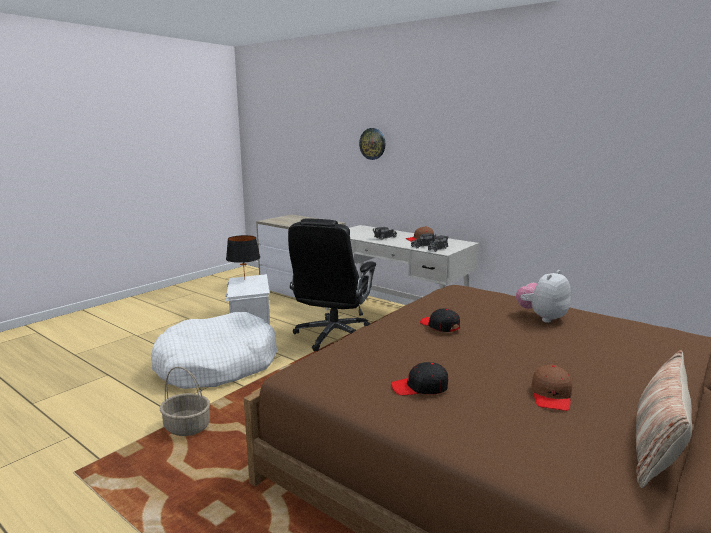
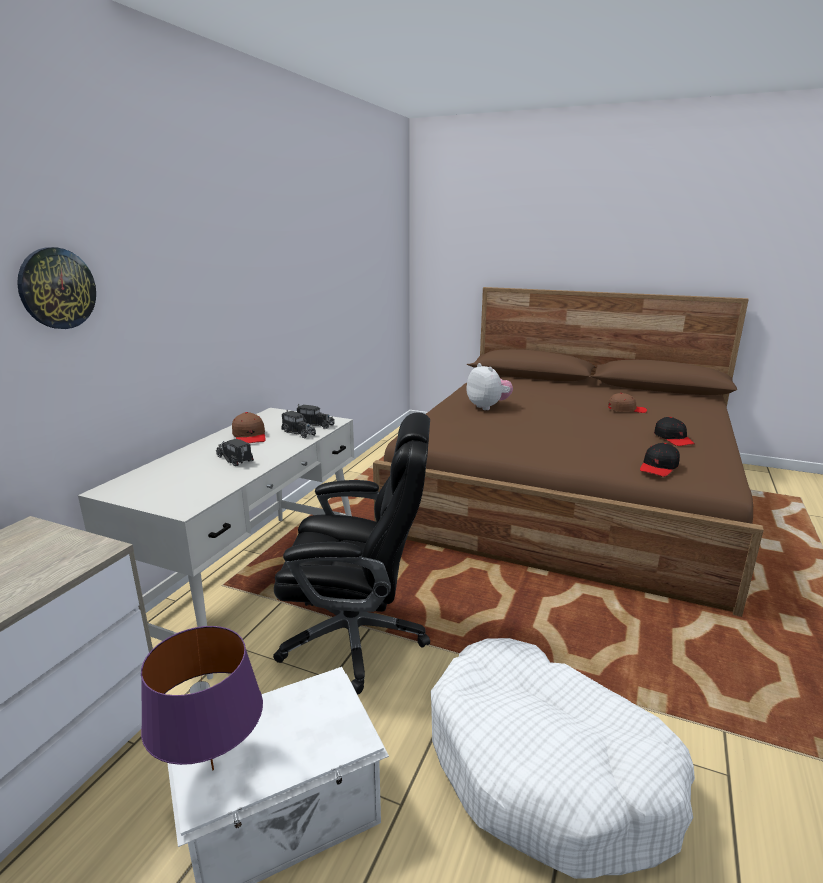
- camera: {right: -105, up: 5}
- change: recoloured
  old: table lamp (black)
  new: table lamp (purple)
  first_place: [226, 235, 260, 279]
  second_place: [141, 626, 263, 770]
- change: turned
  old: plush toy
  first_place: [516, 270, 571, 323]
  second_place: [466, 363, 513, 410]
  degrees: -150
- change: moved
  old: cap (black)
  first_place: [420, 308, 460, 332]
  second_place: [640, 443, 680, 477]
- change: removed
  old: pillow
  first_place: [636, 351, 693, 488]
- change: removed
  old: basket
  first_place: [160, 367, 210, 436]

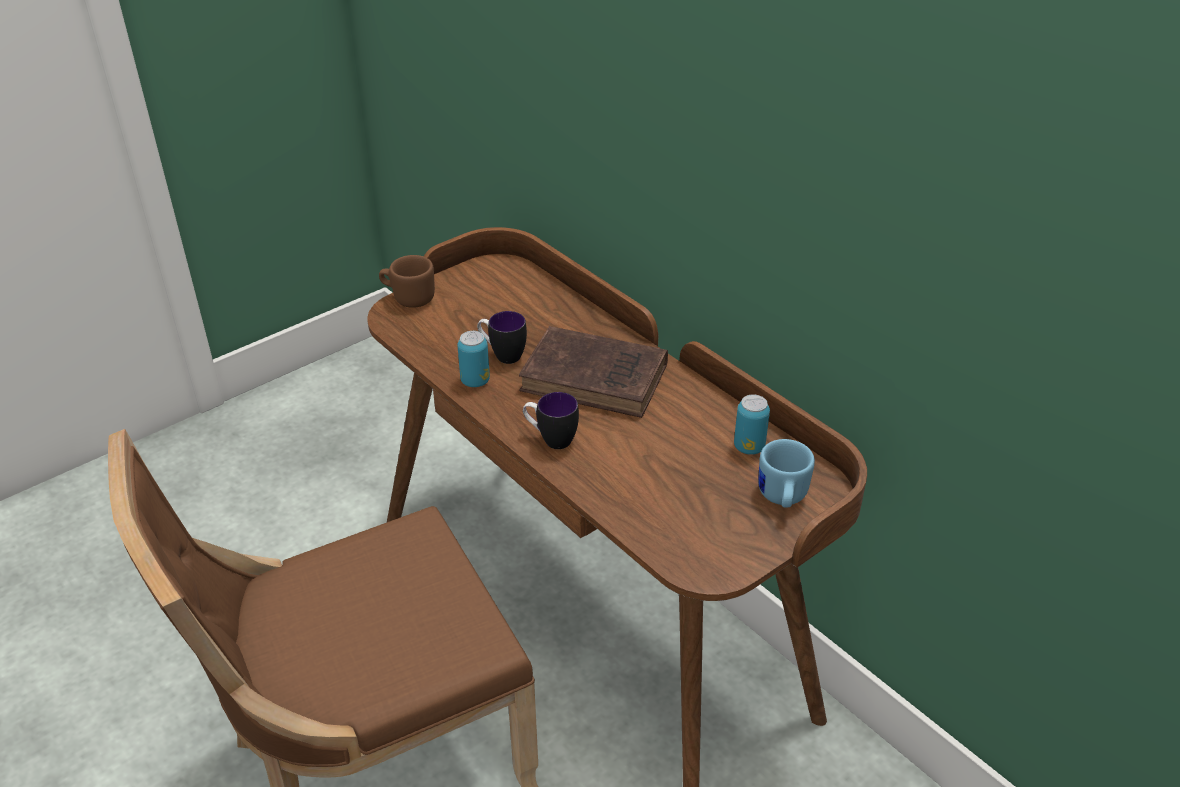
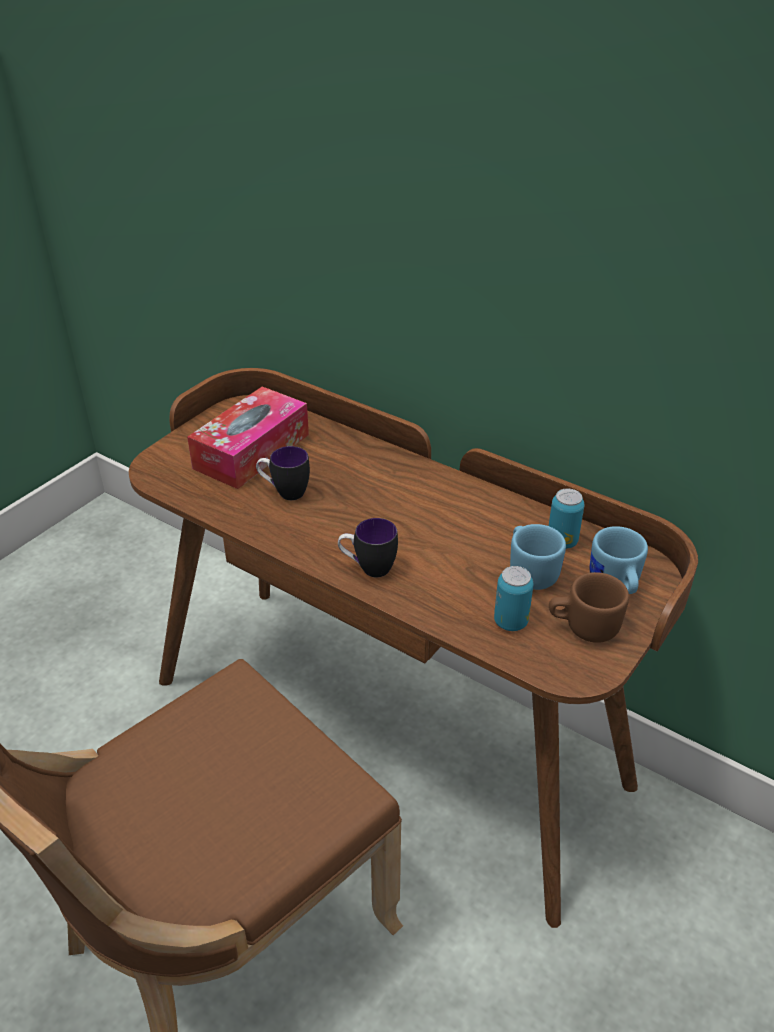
- camera: {right: -15, up: 0}
- change: moved
  old: mug (brown)
  first_place: [379, 255, 435, 308]
  second_place: [549, 572, 629, 643]
- change: removed
  old: book (brown)
  first_place: [519, 326, 668, 418]
- change: moved
  old: can
  first_place: [457, 331, 490, 387]
  second_place: [494, 566, 533, 631]
- change: added
  new: tissue box
  second_place: [187, 386, 309, 489]
- change: added
  new: mug (blue)
  second_place: [510, 524, 566, 590]

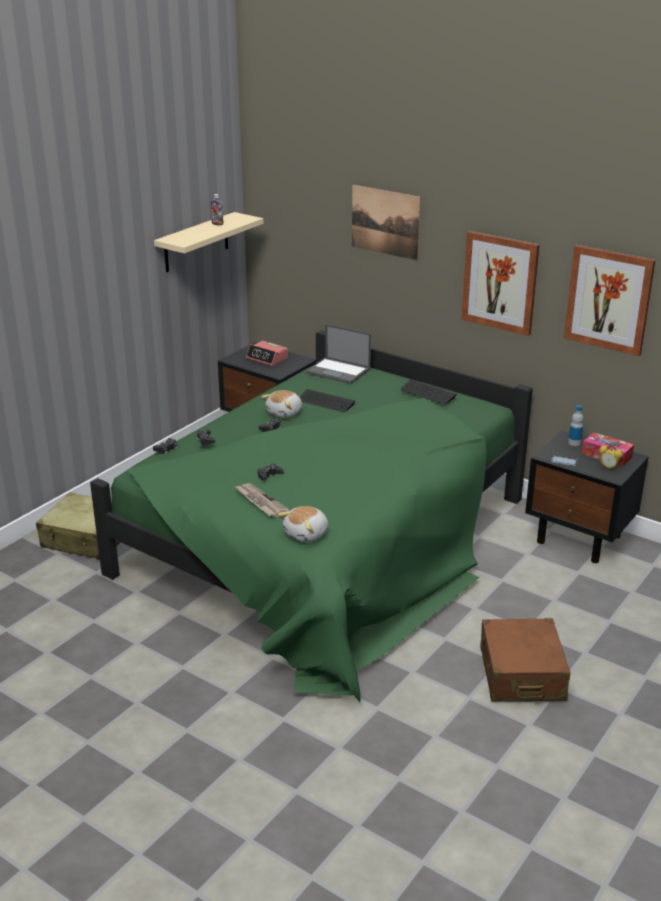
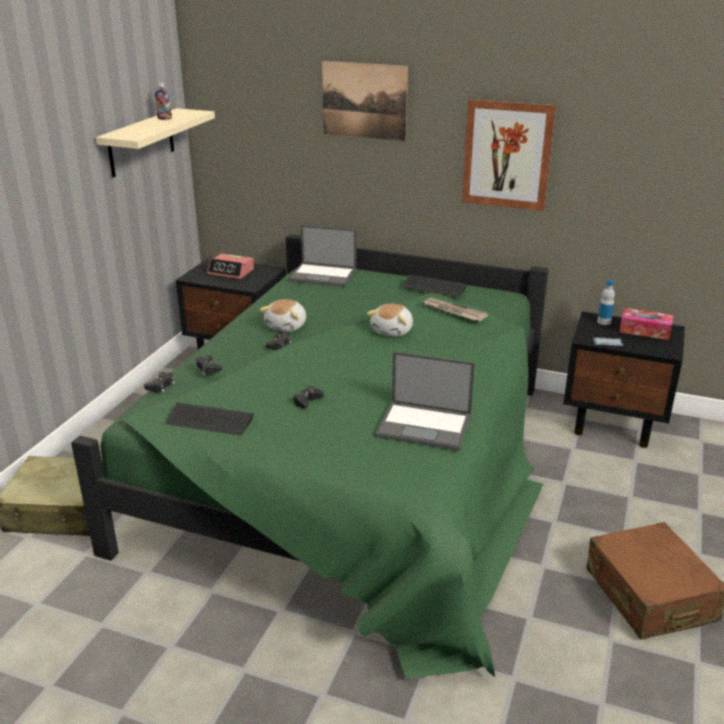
- camera: {right: -15, up: 0}
- change: removed
  old: picture
  first_place: [564, 245, 656, 356]
- change: moved
  old: keyboard
  first_place: [299, 389, 355, 412]
  second_place: [166, 403, 254, 435]
- change: removed
  old: alarm clock
  first_place: [599, 445, 623, 470]
- change: moved
  old: newspaper
  first_place: [234, 483, 290, 517]
  second_place: [423, 297, 488, 321]
- change: moved
  old: plush toy
  first_place: [278, 506, 328, 542]
  second_place: [367, 303, 413, 337]
- change: added
  new: laptop
  second_place: [375, 351, 475, 451]

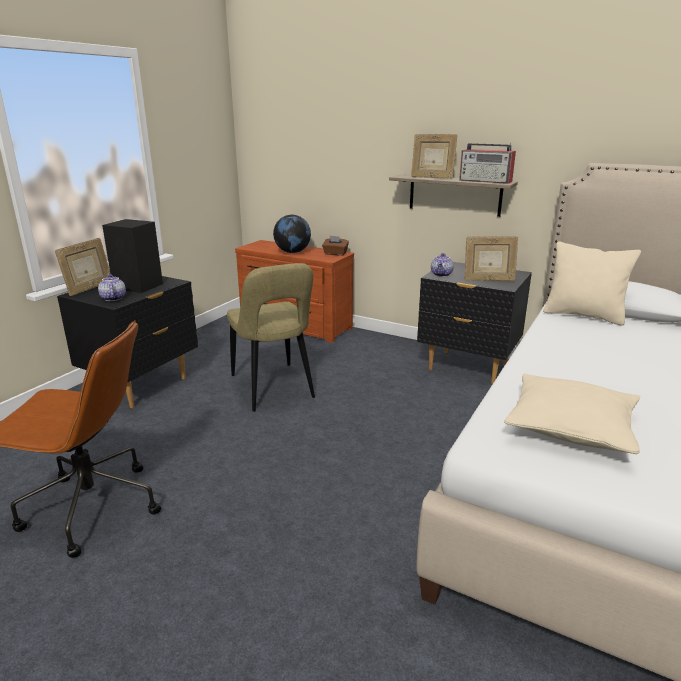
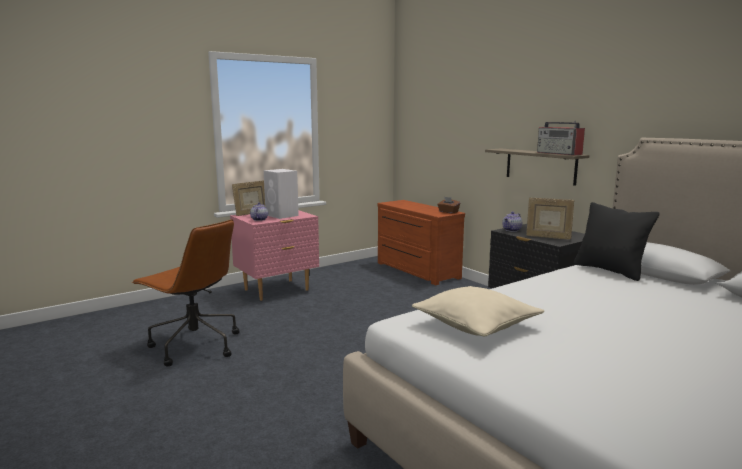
- camera: {right: 25, up: -10}
- change: removed
  old: picture frame
  first_place: [411, 134, 458, 179]
- change: removed
  old: globe
  first_place: [273, 215, 311, 253]
- change: recoloured
  old: speaker (black)
  new: speaker (white)
  first_place: [102, 219, 163, 293]
  second_place: [264, 169, 299, 219]
- change: recoloured
  old: pillow (beige)
  new: pillow (black)
  first_place: [543, 241, 641, 325]
  second_place: [574, 202, 660, 281]
- change: removed
  old: chair (beige)
  first_place: [227, 263, 315, 412]
- change: recoloured
  old: nightstand (black)
  new: nightstand (pink)
  first_place: [57, 276, 198, 408]
  second_place: [230, 210, 319, 301]

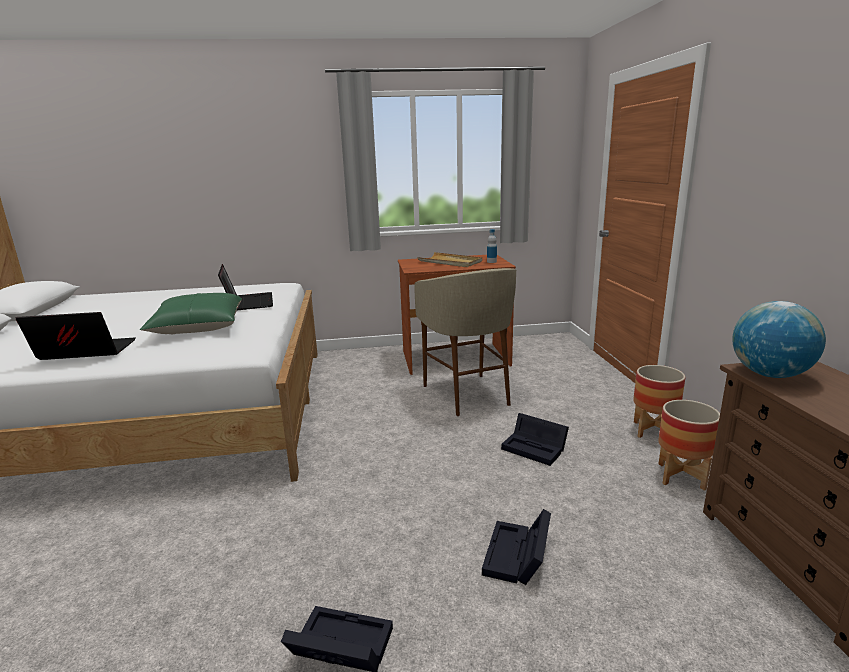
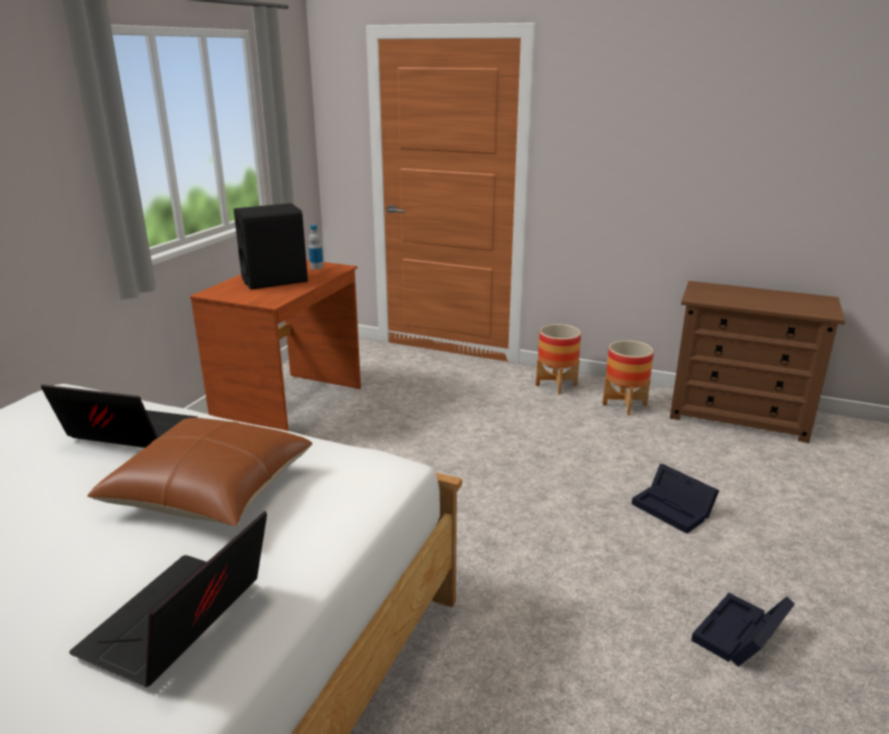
- camera: {right: -60, up: 5}
- change: replaced
  old: tray (beige)
  new: speaker (black)
  first_place: [417, 252, 482, 267]
  second_place: [234, 203, 308, 290]
- change: removed
  old: stool (beige)
  first_place: [414, 268, 516, 416]
- change: recoloured
  old: pillow (green)
  new: pillow (brown)
  first_place: [140, 293, 242, 334]
  second_place: [87, 418, 312, 526]
- change: removed
  old: globe
  first_place: [732, 301, 826, 378]
- change: removed
  old: storage box (black)
  first_place: [501, 413, 569, 466]

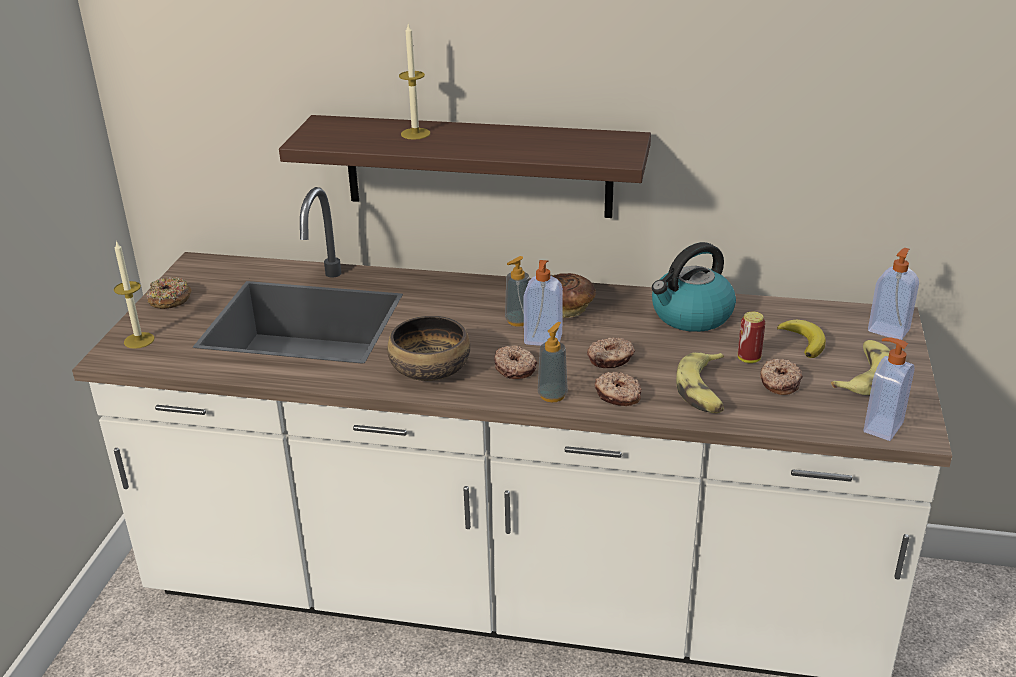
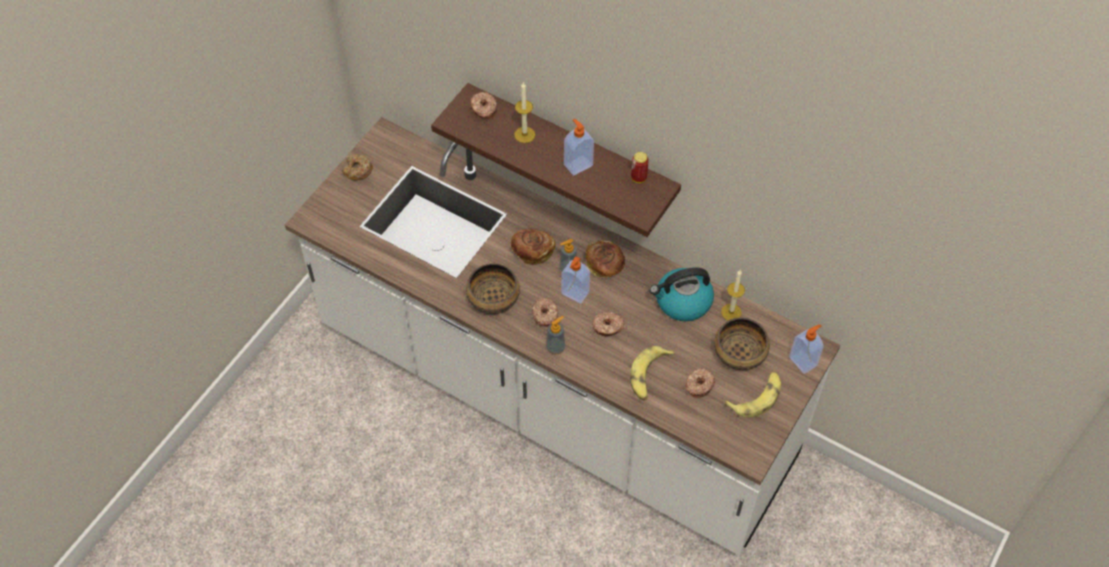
- camera: {right: 20, up: 25}
- change: moved
  old: candle
  first_place: [114, 241, 155, 349]
  second_place: [721, 270, 745, 320]
- change: moved
  old: can
  first_place: [738, 311, 765, 363]
  second_place: [631, 152, 649, 183]
- change: replaced
  old: banana
  new: bowl
  first_place: [777, 320, 826, 358]
  second_place: [714, 317, 770, 370]
- change: moved
  old: soap dispenser
  first_place: [864, 338, 915, 441]
  second_place: [564, 119, 594, 176]
- change: moved
  old: donut
  first_place: [594, 372, 642, 406]
  second_place: [470, 92, 497, 119]
- change: added
  new: bread
  second_place: [511, 229, 555, 265]

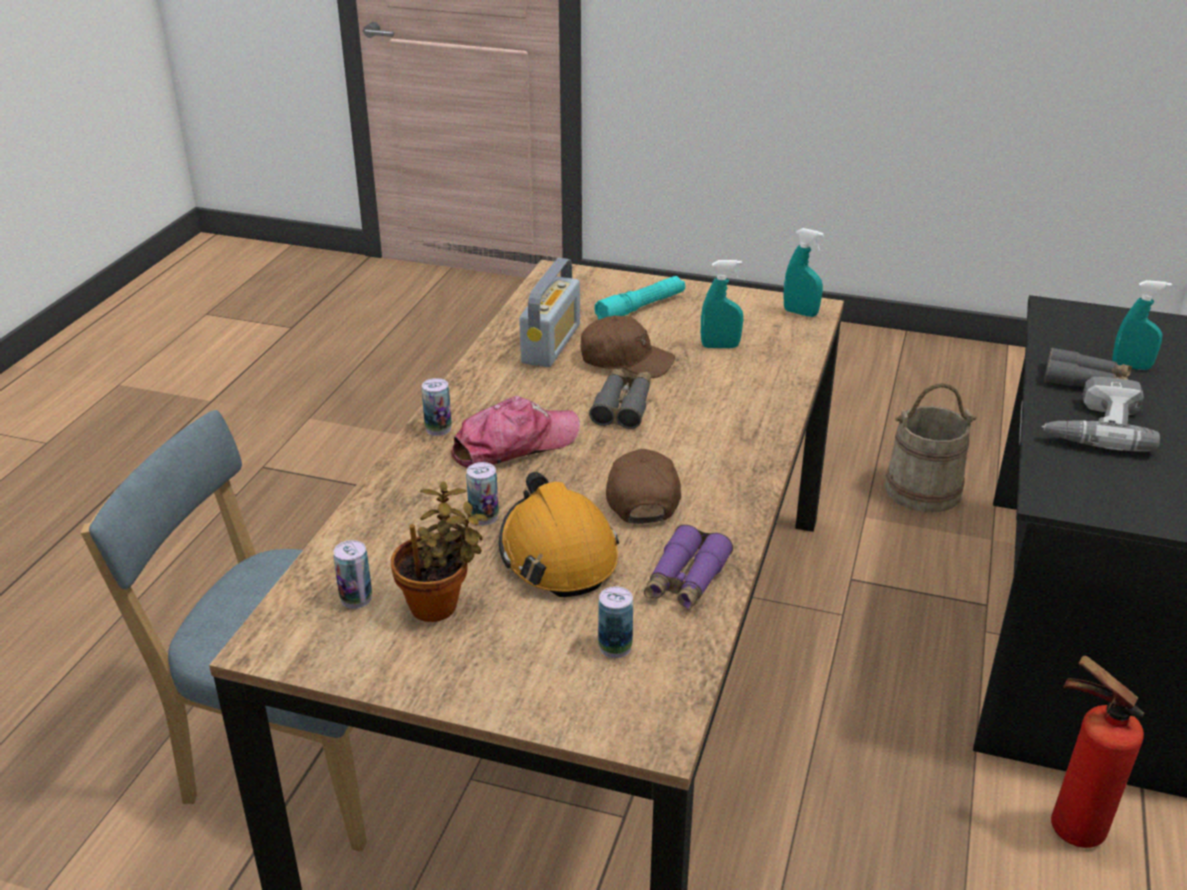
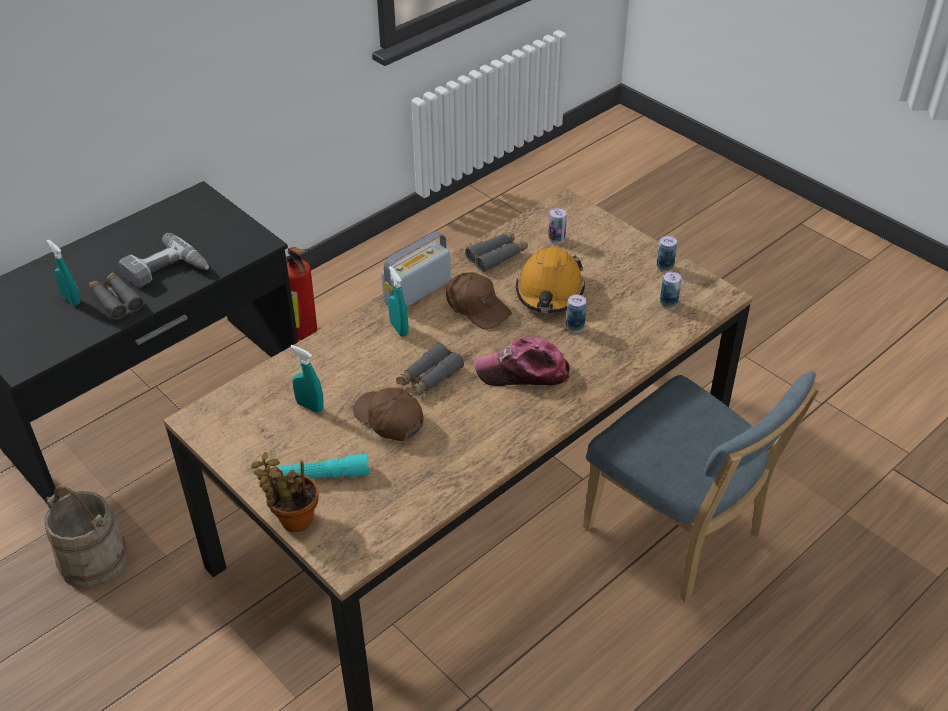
- camera: {right: -150, up: 10}
- change: moved
  old: spray bottle (turquoise)
  first_place: [784, 228, 824, 317]
  second_place: [388, 266, 409, 337]
- change: moved
  old: radio
  first_place: [519, 258, 580, 367]
  second_place: [381, 232, 451, 307]
- change: moved
  old: can
  first_place: [422, 378, 452, 436]
  second_place: [656, 236, 677, 273]
- change: turned
  old: cap (brown)
  first_place: [606, 449, 681, 524]
  second_place: [446, 272, 512, 330]
  degrees: -75
- change: moved
  old: potted plant
  first_place: [391, 481, 488, 622]
  second_place: [251, 452, 319, 532]
- change: recoloured
  old: binoculars (purple)
  new: binoculars (grey)
  first_place: [644, 524, 733, 610]
  second_place: [465, 231, 528, 272]

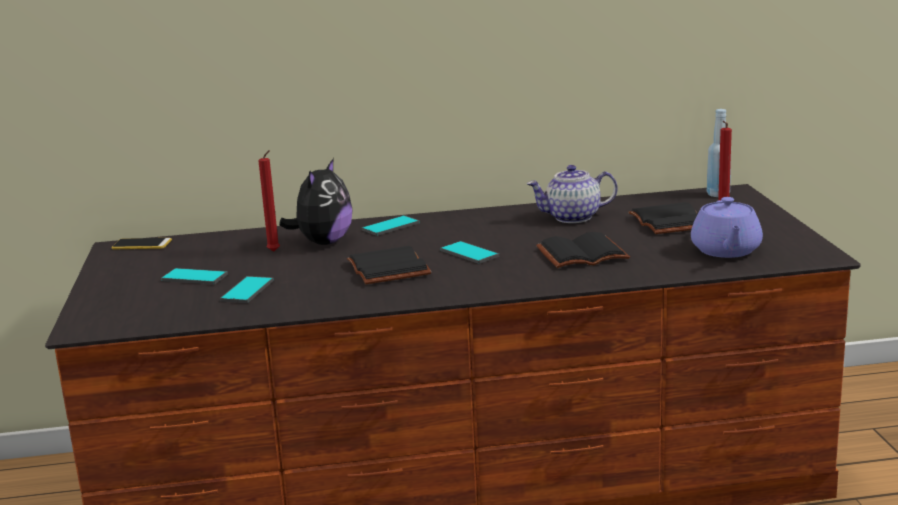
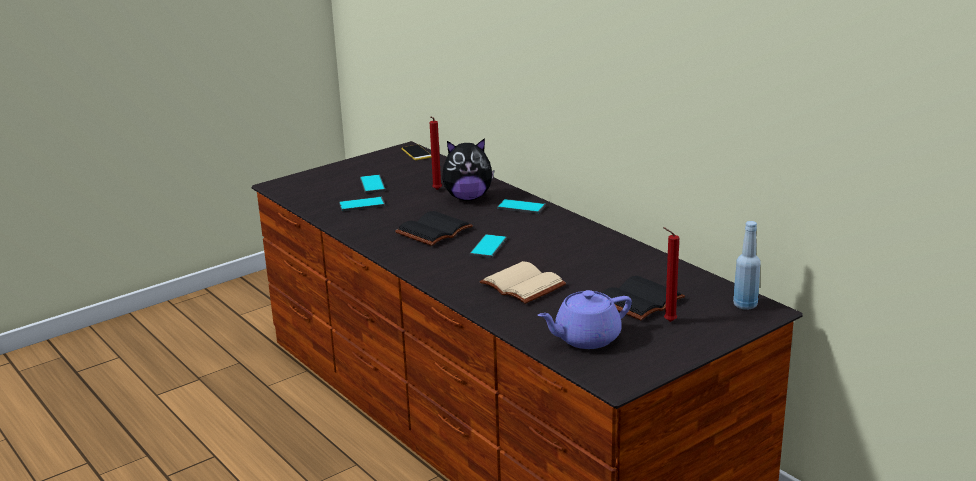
- camera: {right: 60, up: 5}
- change: removed
  old: teapot
  first_place: [527, 165, 617, 223]
- change: recoloured
  old: book (black)
  new: book (beige)
  first_place: [536, 232, 630, 268]
  second_place: [479, 261, 566, 304]

